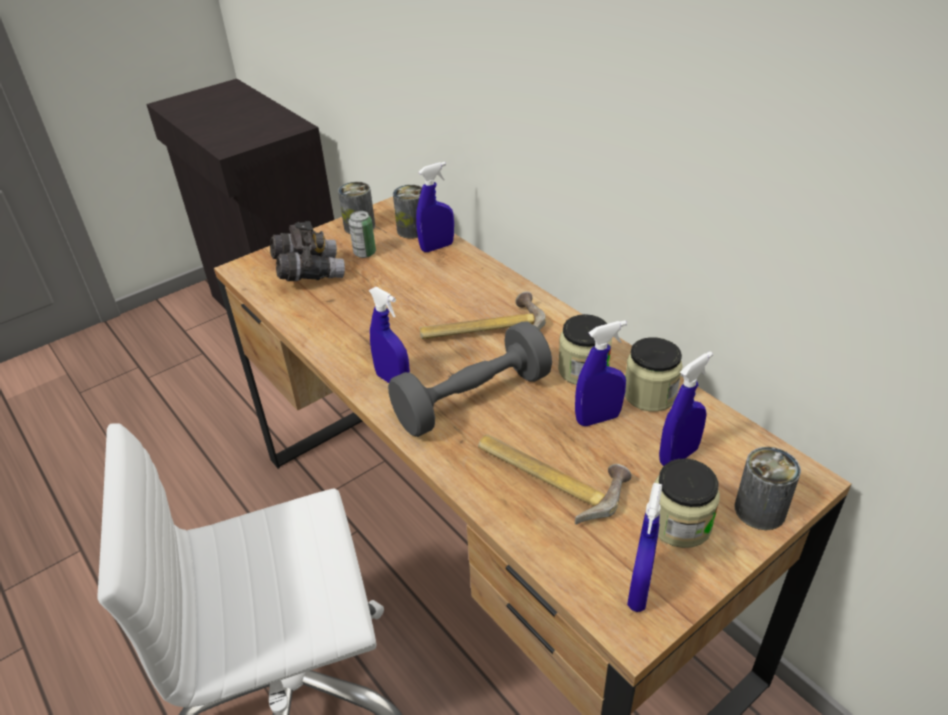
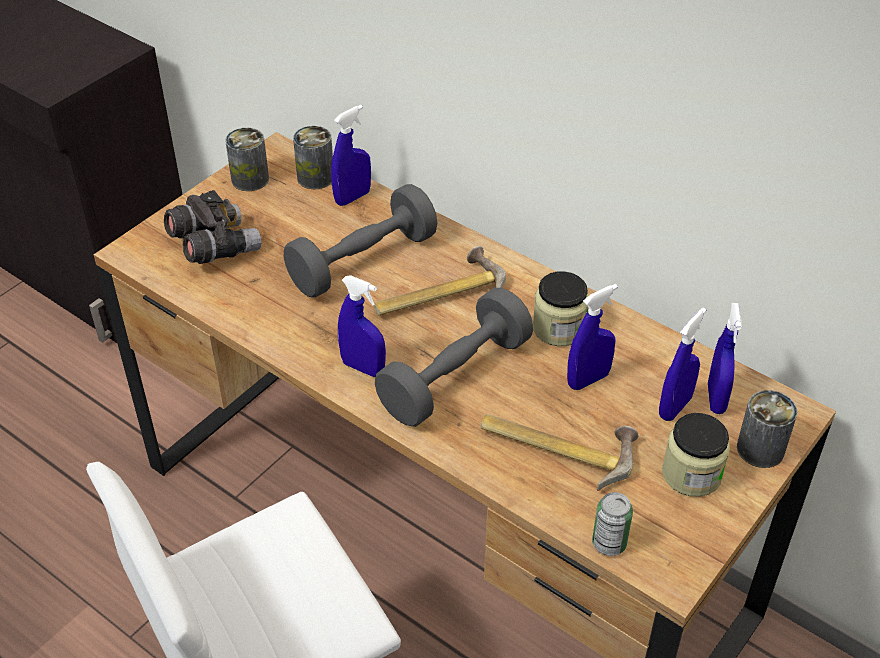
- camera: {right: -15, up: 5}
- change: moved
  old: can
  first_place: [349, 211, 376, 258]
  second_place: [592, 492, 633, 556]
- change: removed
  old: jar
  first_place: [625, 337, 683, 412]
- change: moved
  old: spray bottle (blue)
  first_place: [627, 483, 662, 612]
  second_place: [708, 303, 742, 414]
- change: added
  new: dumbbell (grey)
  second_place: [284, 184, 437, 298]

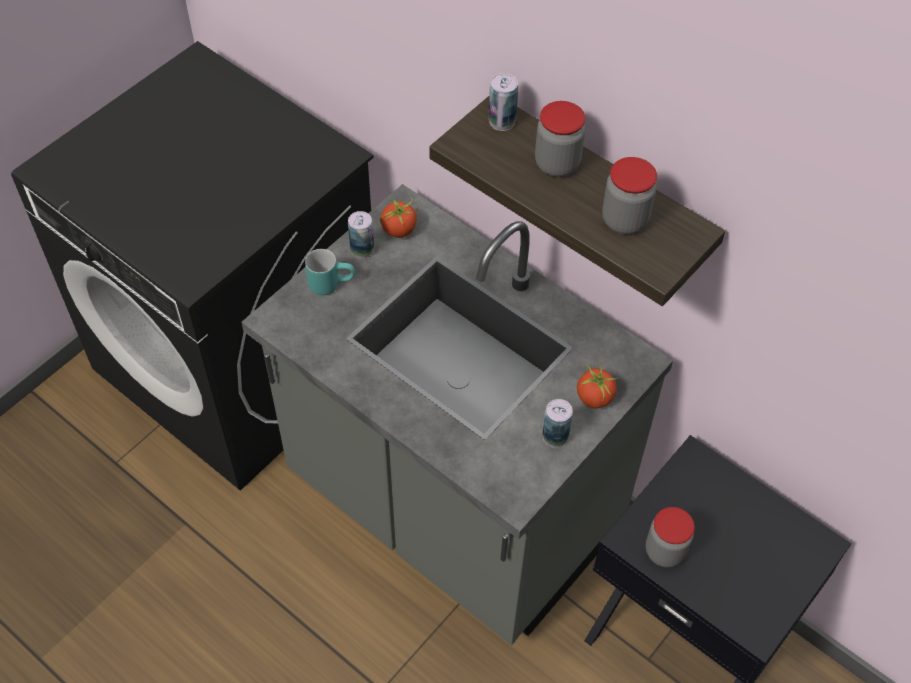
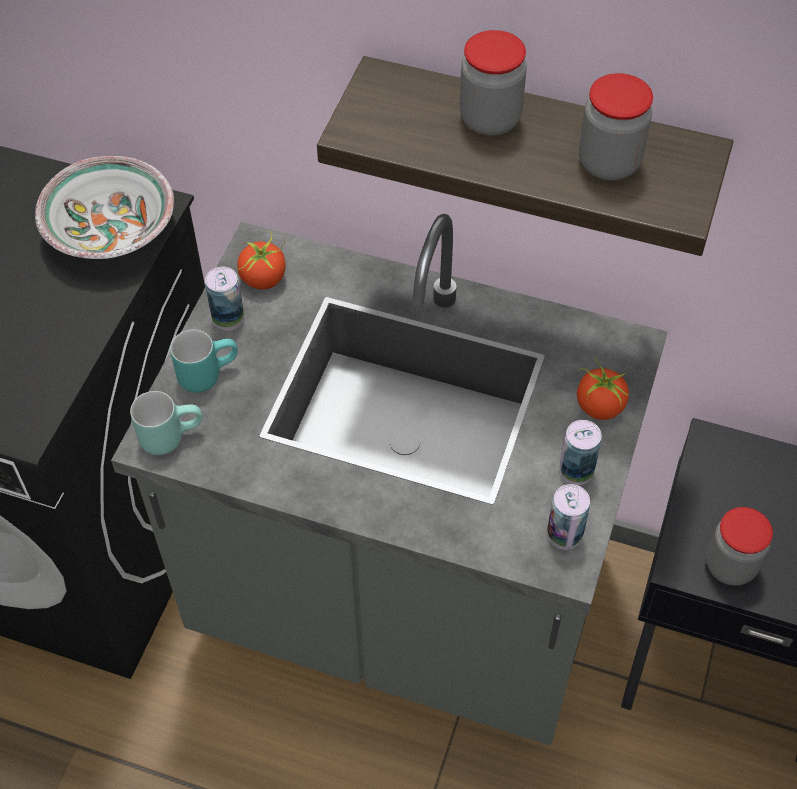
- camera: {right: -20, up: 0}
- change: moved
  old: can
  first_place: [488, 73, 518, 131]
  second_place: [547, 484, 590, 550]
- change: added
  new: bowl
  second_place: [35, 156, 174, 259]
- change: added
  new: mug (turquoise)
  second_place: [130, 391, 202, 455]

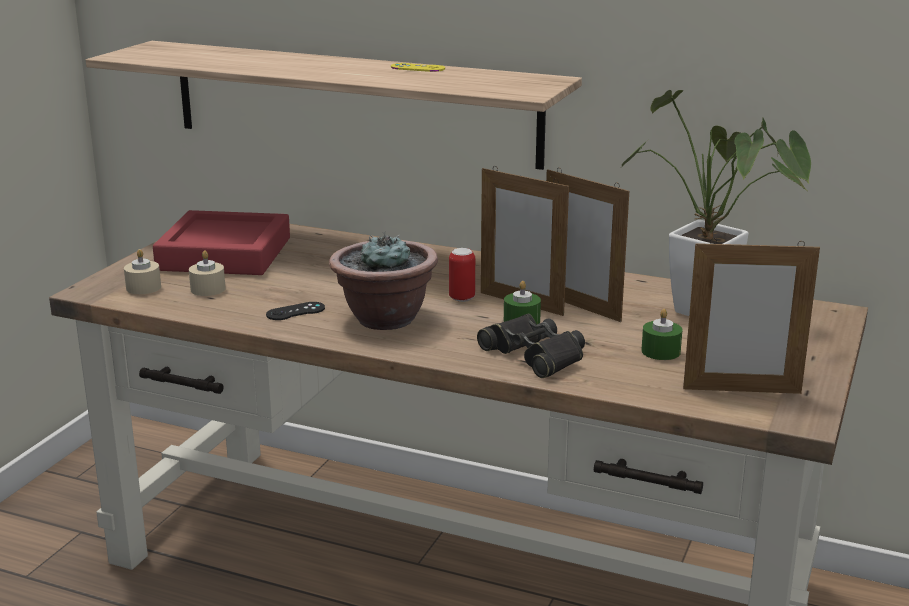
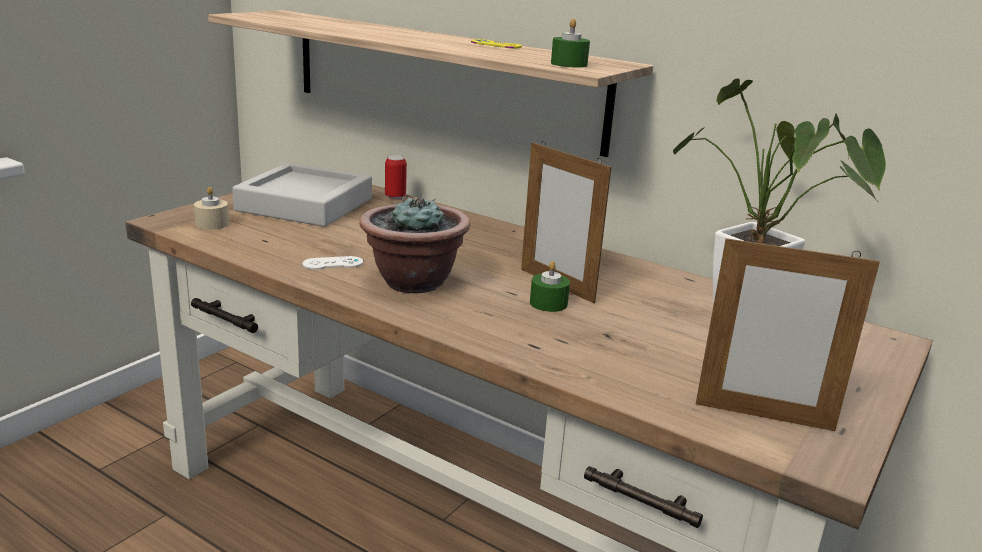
- camera: {right: 10, up: 0}
- change: removed
  old: picture frame
  first_place: [546, 168, 629, 322]
- change: recoloured
  old: tray (red)
  new: tray (grey)
  first_place: [153, 210, 290, 275]
  second_place: [232, 163, 372, 227]
- change: moved
  old: can
  first_place: [449, 248, 475, 302]
  second_place: [385, 155, 407, 199]
- change: removed
  old: candle (beige)
  first_place: [189, 250, 226, 296]
- change: recoloured
  old: game controller (black)
  new: game controller (white)
  first_place: [266, 302, 325, 320]
  second_place: [303, 256, 363, 270]
- change: moved
  old: candle (green)
  first_place: [641, 309, 683, 360]
  second_place: [551, 18, 590, 68]
- change: removed
  old: binoculars (black)
  first_place: [477, 314, 585, 378]

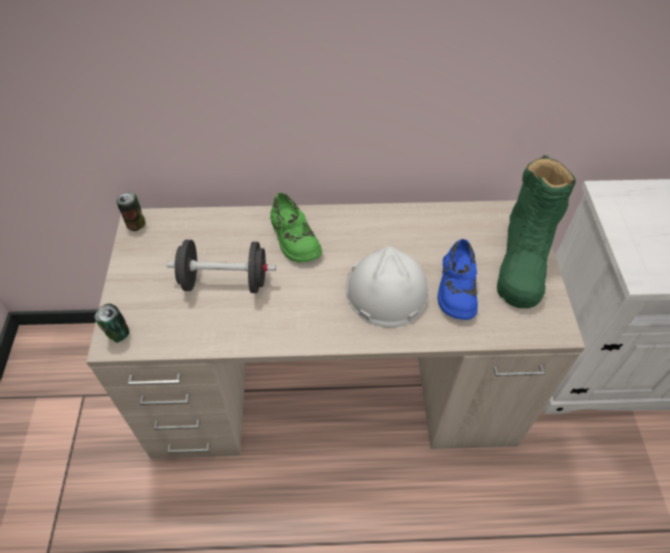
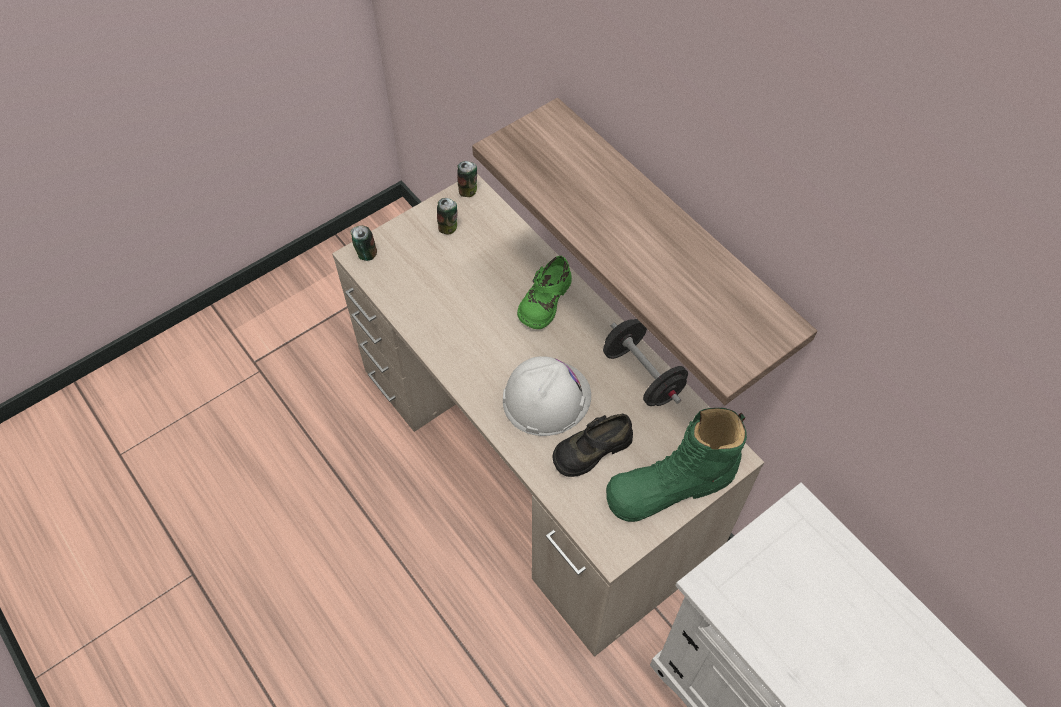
- camera: {right: 55, up: 5}
- change: recoloured
  old: shoe (blue)
  new: shoe (black)
  first_place: [438, 239, 478, 320]
  second_place: [552, 414, 633, 477]
- change: moved
  old: dumbbell (black)
  first_place: [166, 240, 276, 293]
  second_place: [603, 319, 688, 406]
- change: added
  new: shelf
  second_place: [472, 98, 817, 405]
- change: added
  new: can
  second_place: [437, 198, 458, 235]

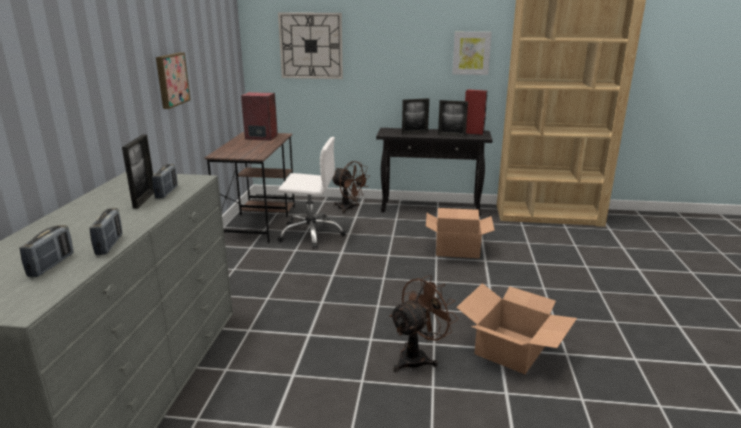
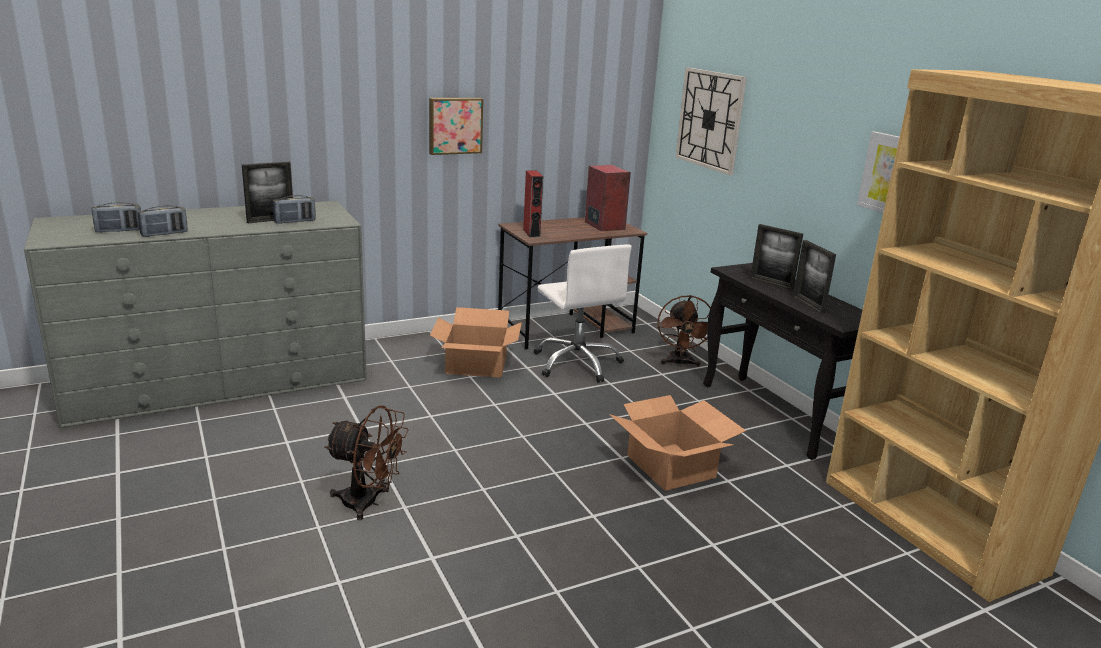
- camera: {right: 55, up: 0}
- change: moved
  old: speaker (red)
  first_place: [465, 89, 487, 135]
  second_place: [523, 170, 543, 237]
- change: moved
  old: cardboard box
  first_place: [456, 283, 577, 374]
  second_place: [430, 307, 522, 378]

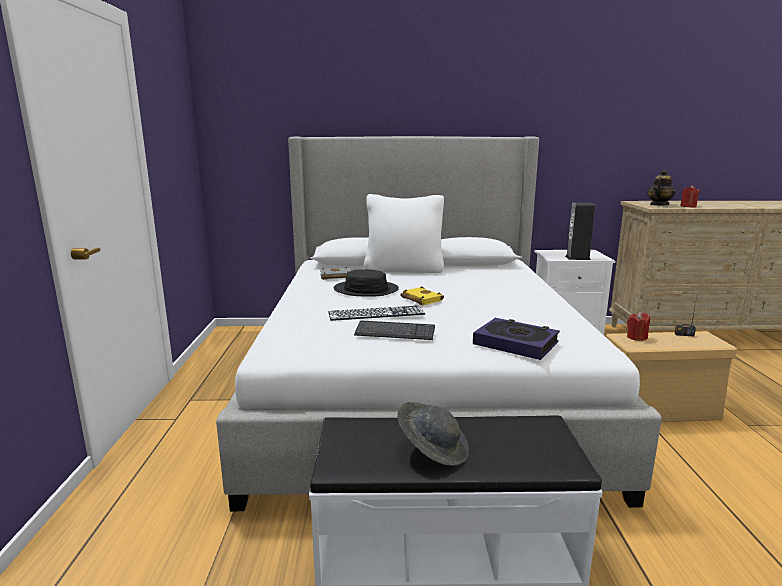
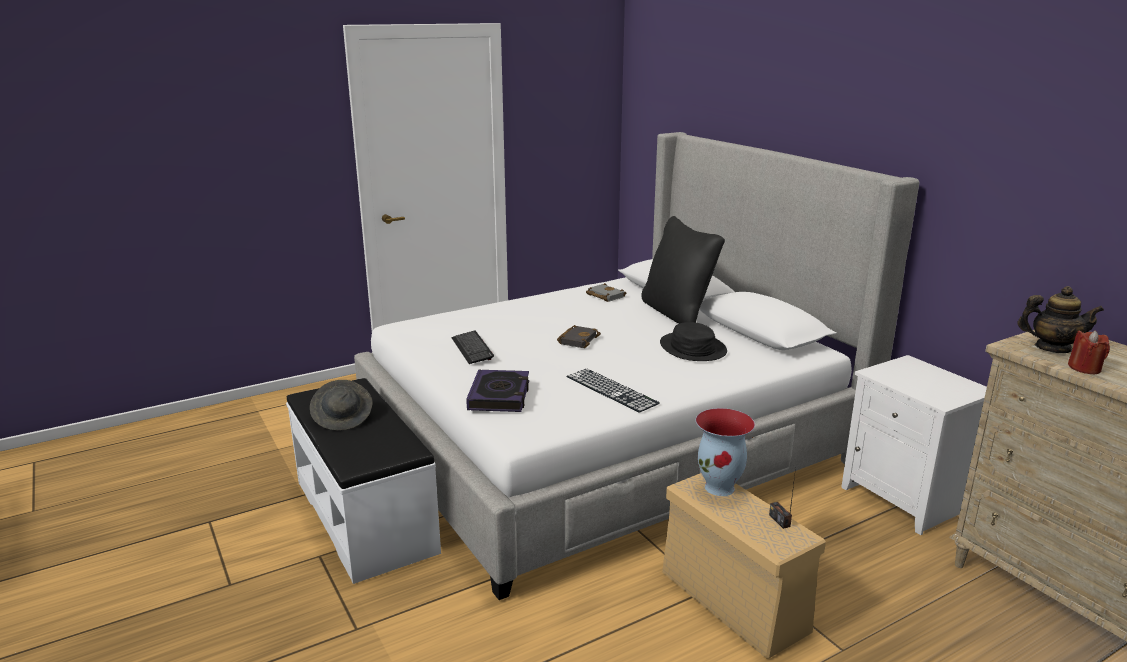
- camera: {right: 60, up: 5}
- change: recoloured
  old: pillow (white)
  new: pillow (black)
  first_place: [363, 194, 444, 273]
  second_place: [641, 216, 725, 324]
- change: removed
  old: speaker
  first_place: [565, 203, 595, 260]
- change: moved
  old: hat (black)
  first_place: [334, 269, 399, 297]
  second_place: [660, 322, 727, 361]
- change: recoloured
  old: book (yellow)
  new: book (black)
  first_place: [400, 286, 444, 305]
  second_place: [557, 325, 601, 348]
- change: moved
  old: keyboard
  first_place: [328, 306, 425, 321]
  second_place: [566, 369, 660, 413]
- change: replaced
  old: candle (red)
  new: vase
  first_place: [627, 312, 650, 341]
  second_place: [696, 408, 755, 496]

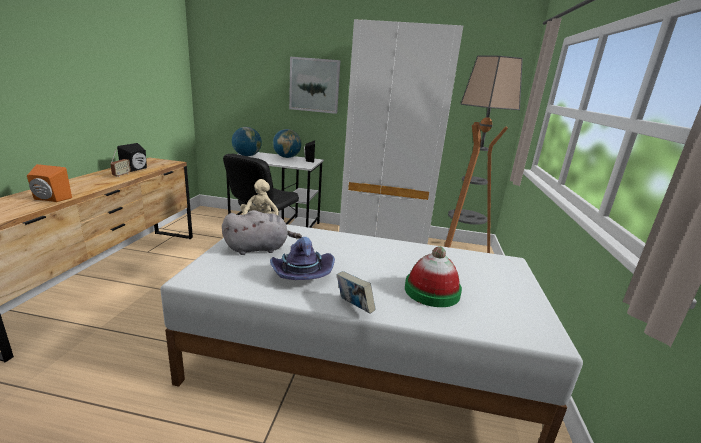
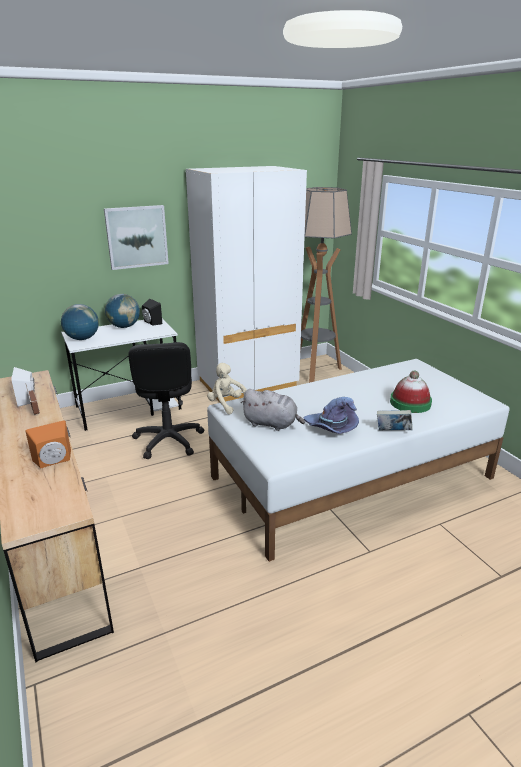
- camera: {right: -35, up: 5}
- change: recoloured
  old: speaker (black)
  new: speaker (white)
  first_place: [117, 143, 147, 172]
  second_place: [11, 367, 35, 407]
- change: turned
  old: plush toy (grey)
  first_place: [222, 210, 302, 255]
  second_place: [241, 389, 305, 431]
  degrees: 75

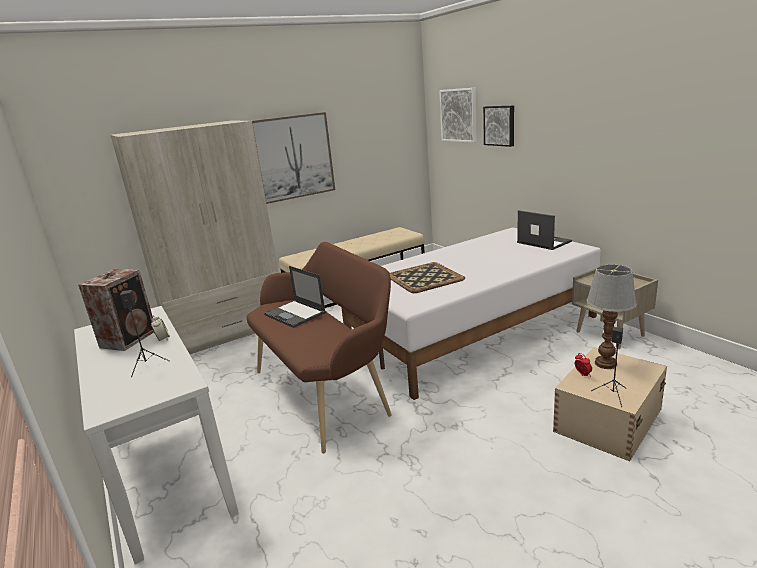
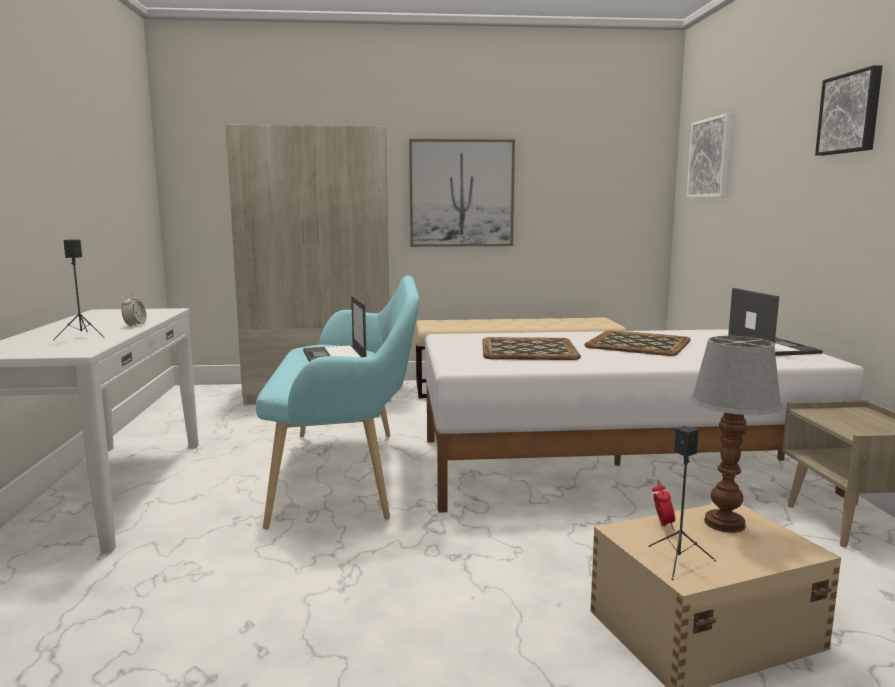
- camera: {right: 25, up: -10}
- change: moved
  old: picture
  first_place: [483, 106, 514, 147]
  second_place: [815, 65, 882, 156]
- change: recoloured
  old: bench (brown)
  new: bench (turquoise)
  first_place: [247, 242, 392, 453]
  second_place: [256, 275, 420, 530]
- change: removed
  old: speaker
  first_place: [78, 269, 154, 351]
- change: added
  new: tray
  second_place: [584, 330, 691, 356]

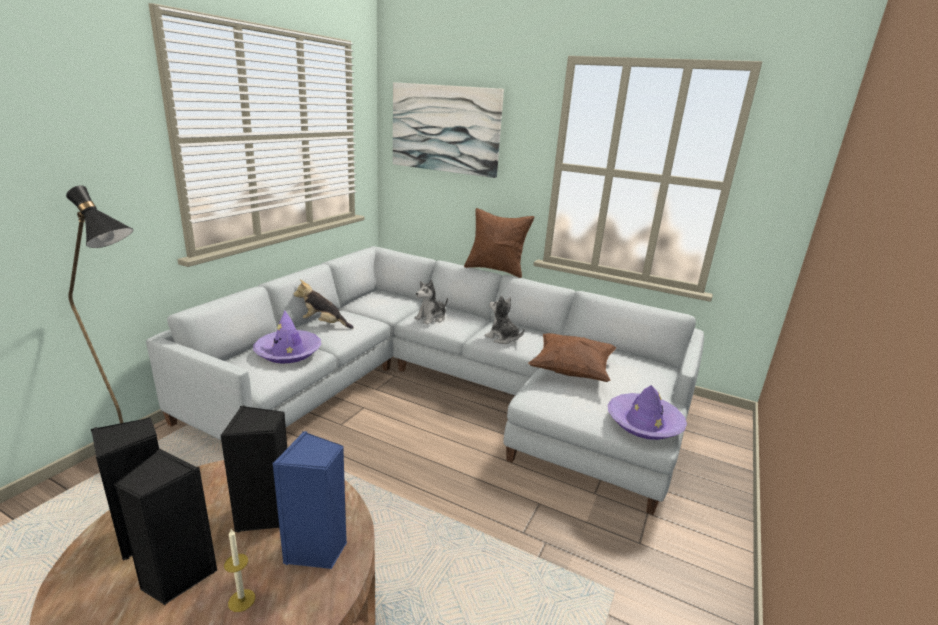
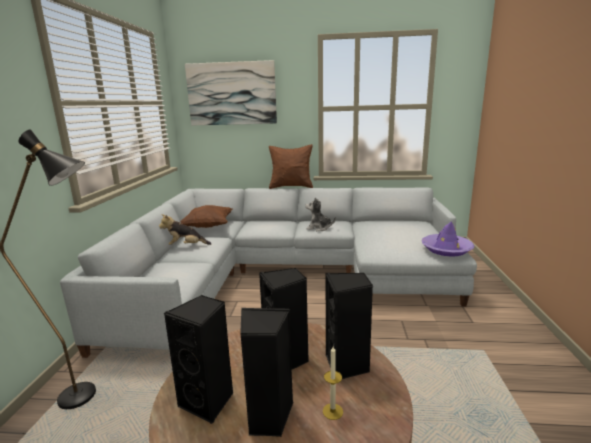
- camera: {right: -20, up: -5}
- change: removed
  old: plush toy
  first_place: [414, 280, 448, 325]
- change: removed
  old: hat (purple)
  first_place: [253, 311, 321, 363]
- change: moved
  old: pillow (brown)
  first_place: [528, 333, 616, 382]
  second_place: [180, 205, 233, 228]
- change: recoloured
  old: speaker (blue)
  new: speaker (black)
  first_place: [273, 431, 347, 569]
  second_place: [326, 273, 373, 379]

